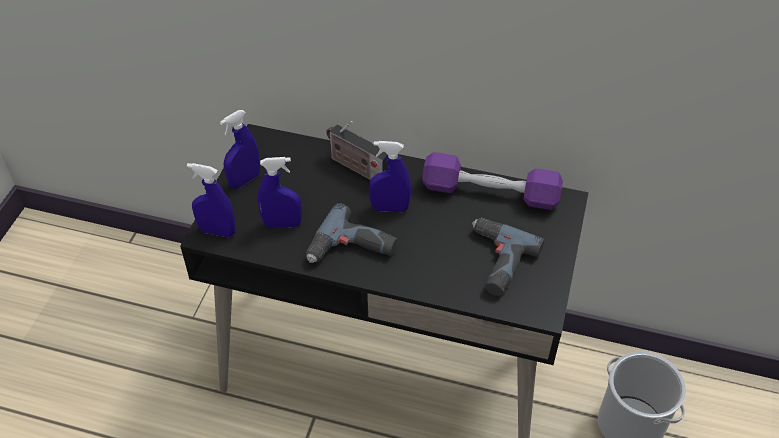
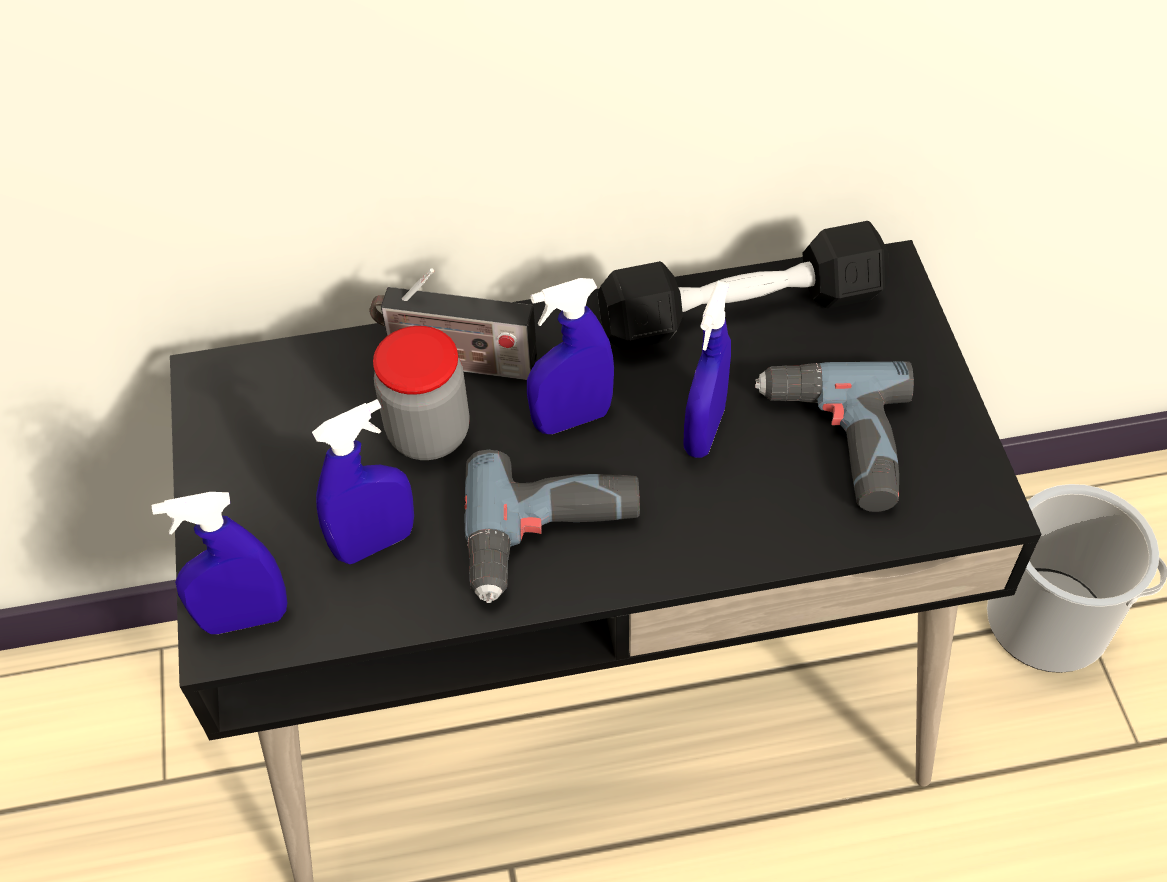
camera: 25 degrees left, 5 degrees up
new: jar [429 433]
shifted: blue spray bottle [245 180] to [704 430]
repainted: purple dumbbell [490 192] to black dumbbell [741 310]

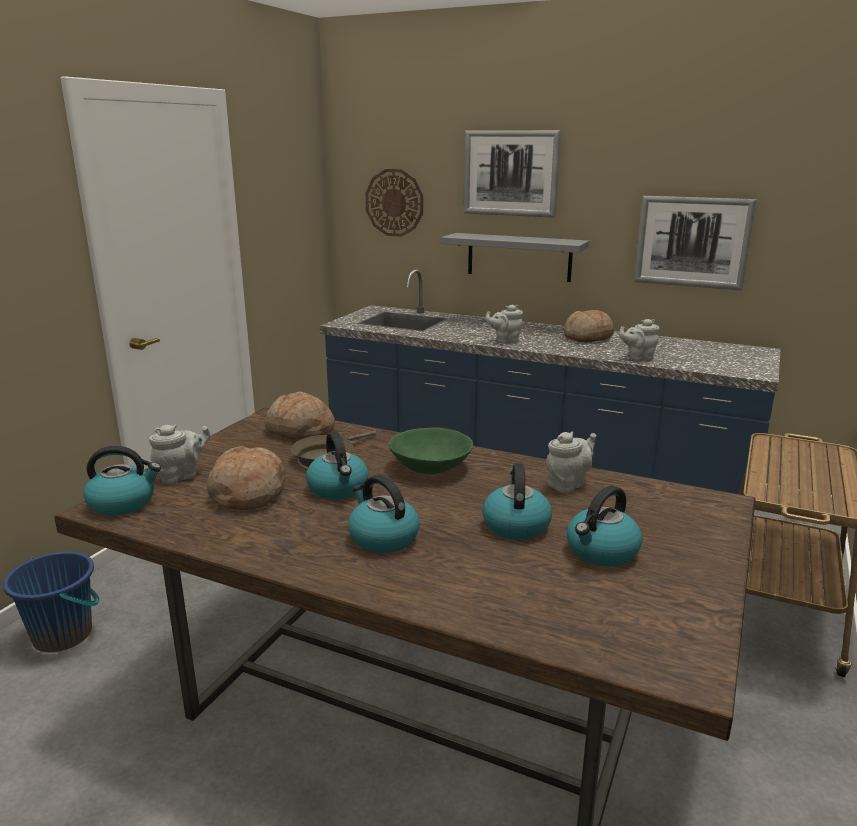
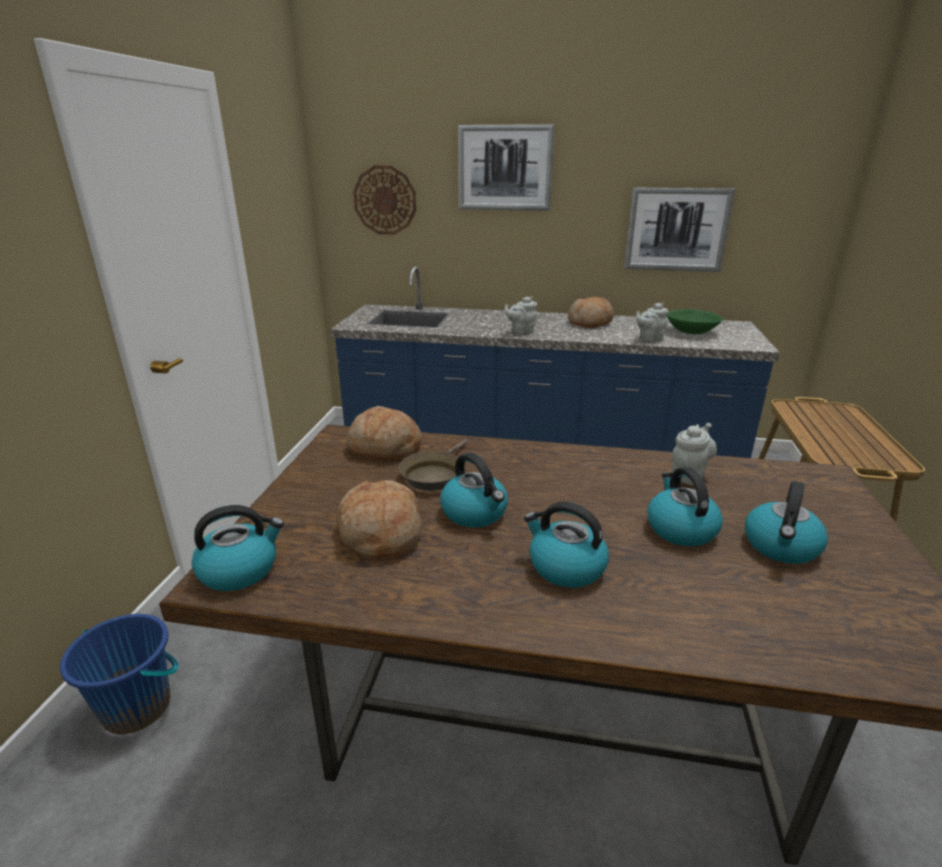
camera: 15 degrees left, 5 degrees up
gone: grey shelf [519 257]; grey teapot [181 476]
shifted: green bowl [431 467] to [692 332]

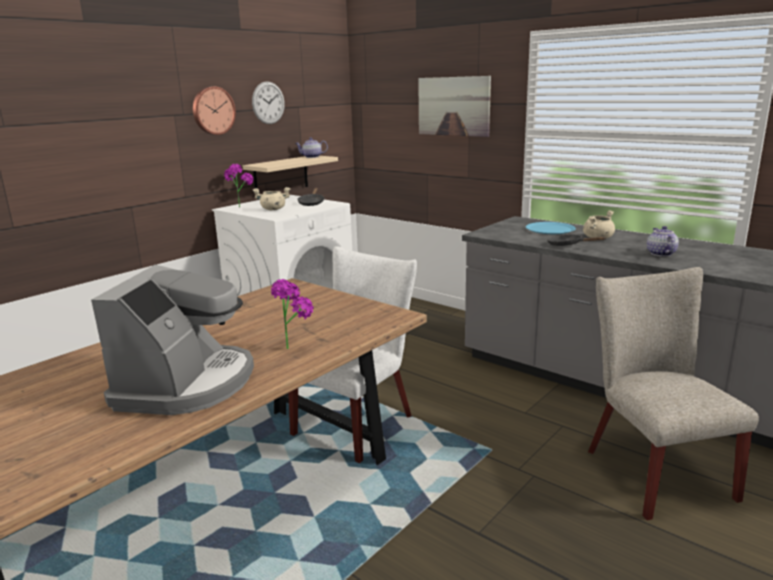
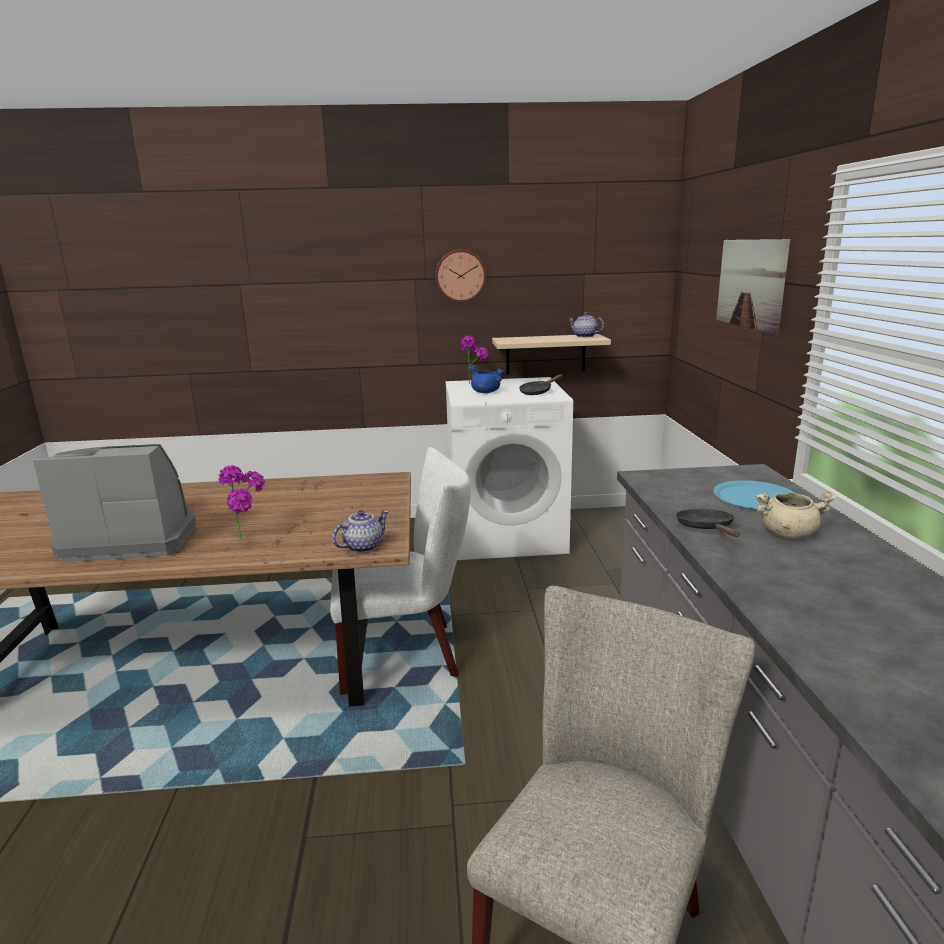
camera: 45 degrees right, 0 degrees up
gone: wall clock [268 103]
shifted: teapot [660 254] to [363 546]
repainted: beige cooking pot [273 209] to blue cooking pot [485 392]
rotated: coffee machine [187 384] = [133 538] 150 degrees counterclockwise

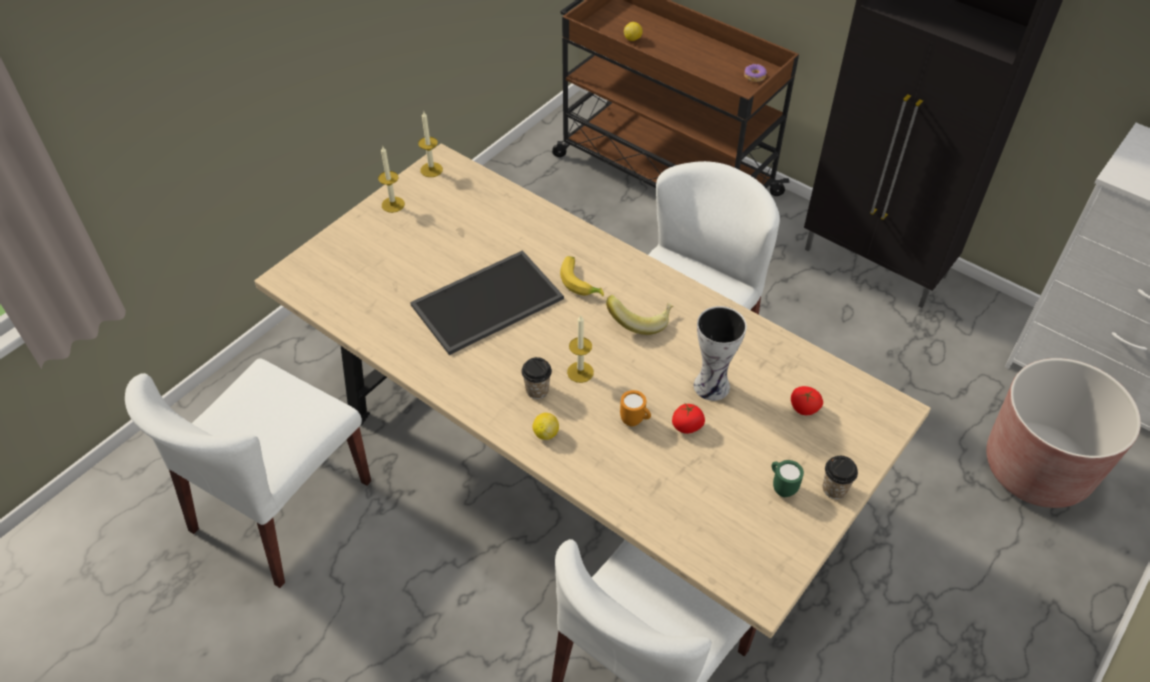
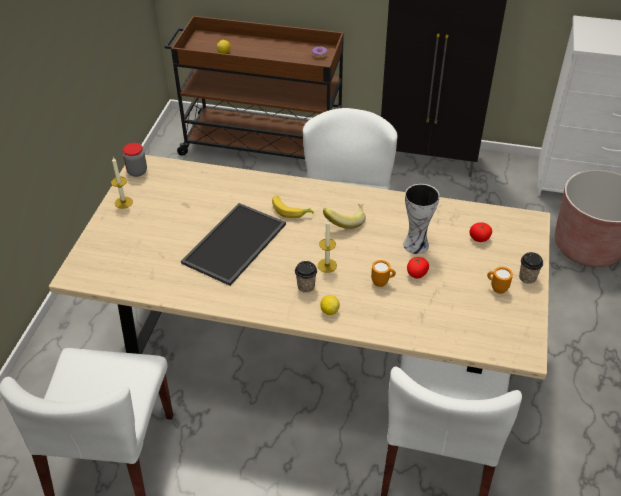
camera: 25 degrees left, 5 degrees down
swapped: candle [431 170] to jar [137 171]
repainted: green mug [781 487] to orange mug [496 288]

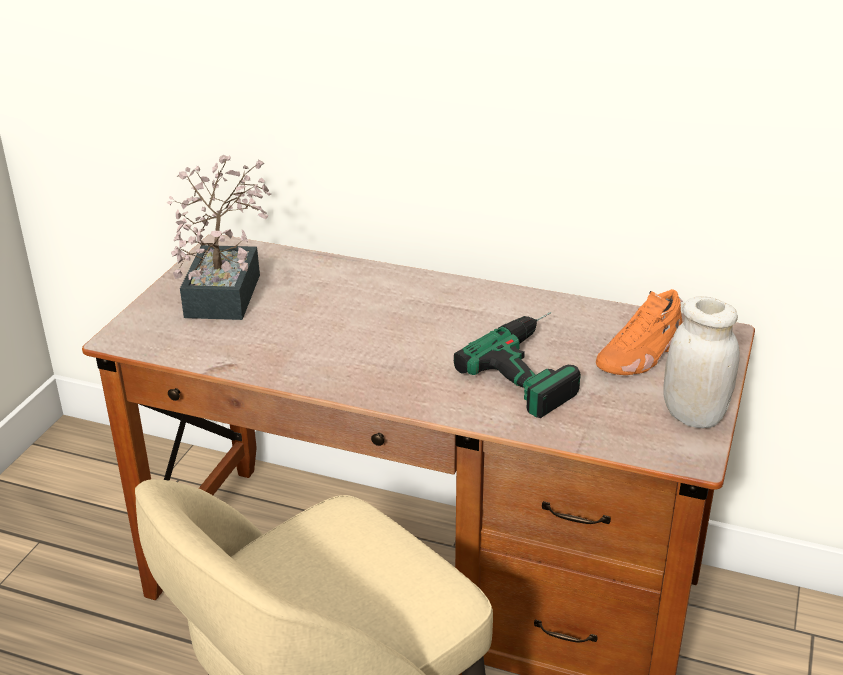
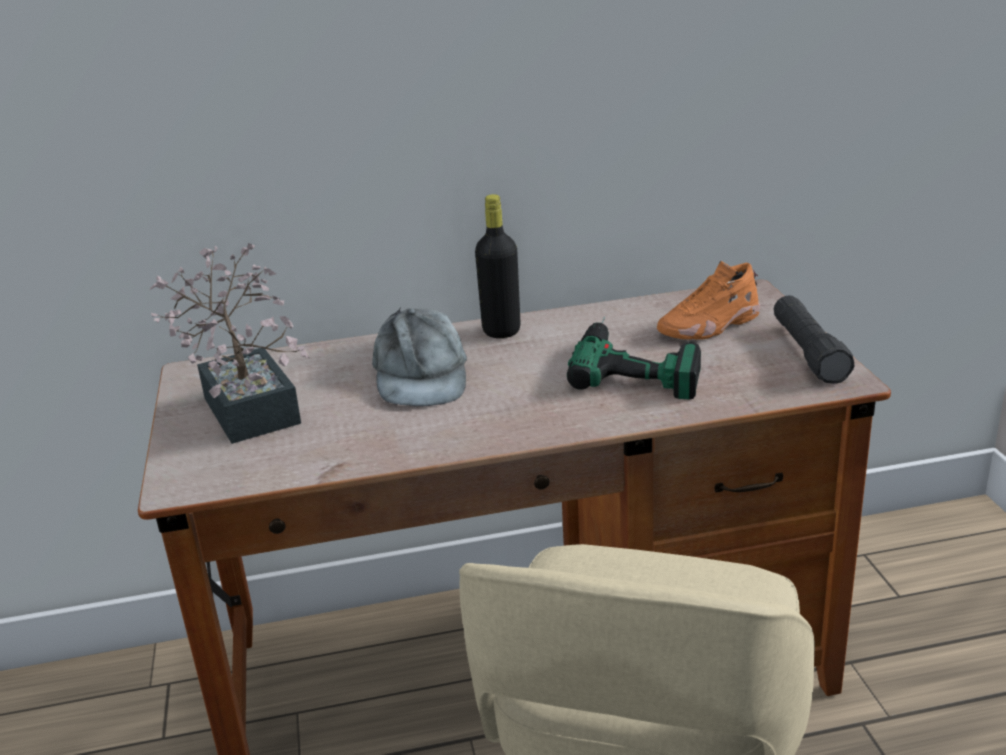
camera: 30 degrees left, 5 degrees down
new: black bottle [501 330]; grey cap [420 375]
swapped: white jar [693 416] to black flashlight [808 353]
rotated: orange shoe [641 355] = [709 326] 45 degrees clockwise

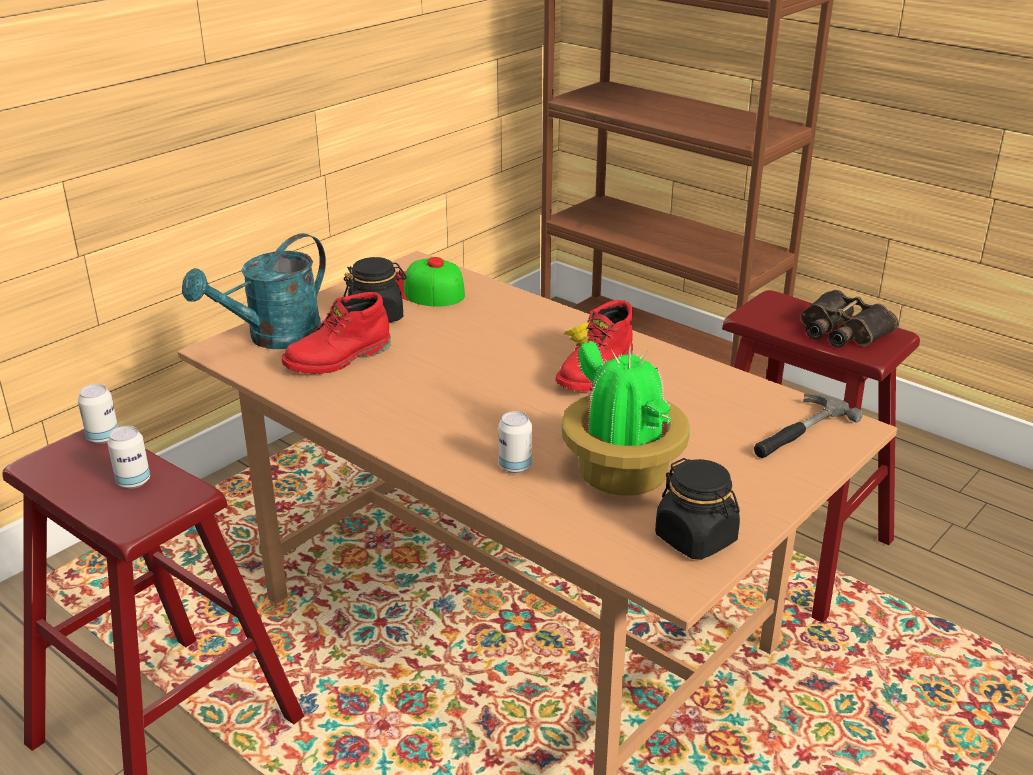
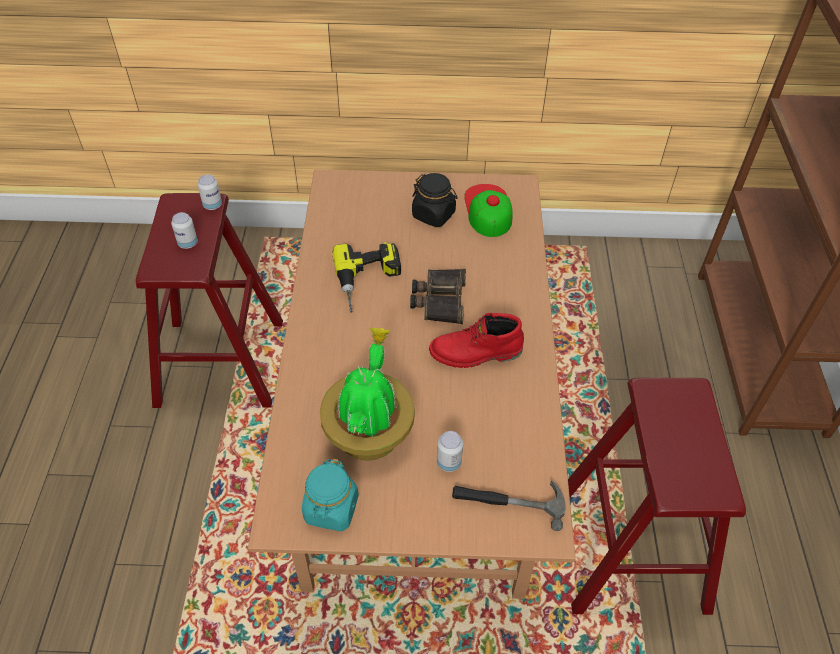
camera: 50 degrees right, 20 degrees up
gone: turquoise watering can [274 338]; red boot [339 359]
new: power drill [369 282]
shifted: binoculars [841 331] to [439 300]; can [515 466] to [448 462]
repainted: black jar [696 539] to turquoise jar [331 509]

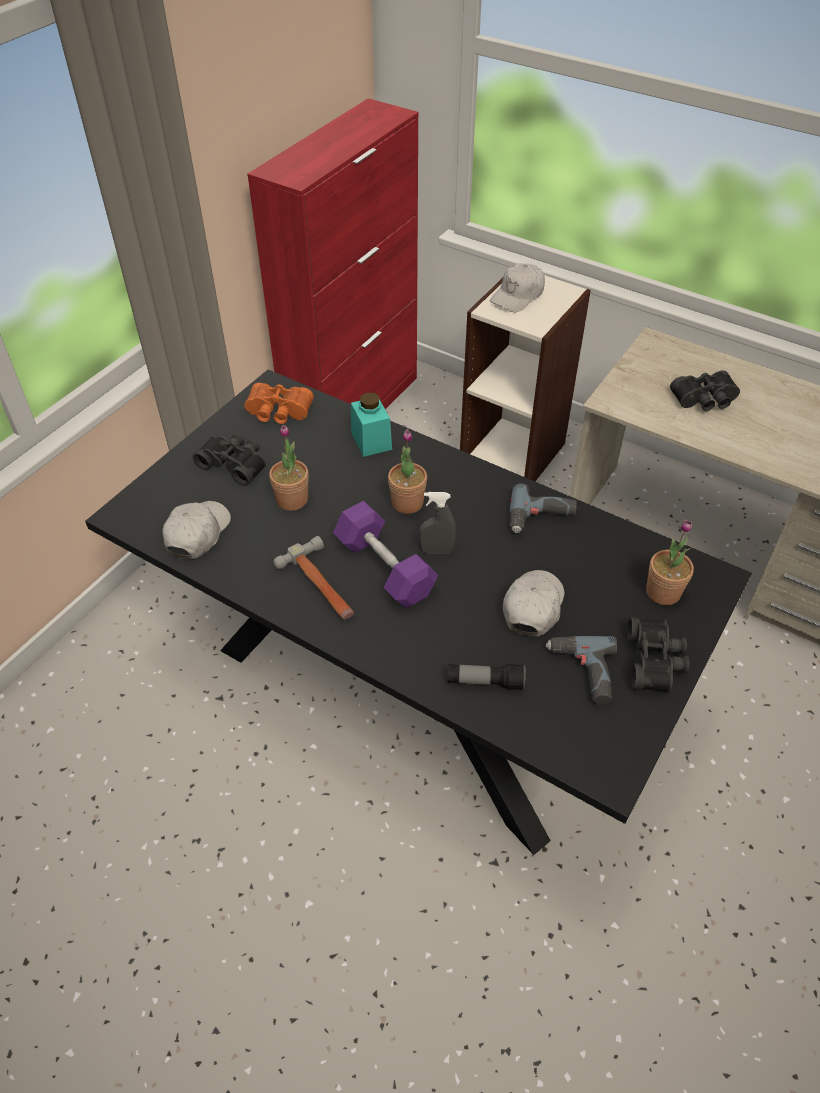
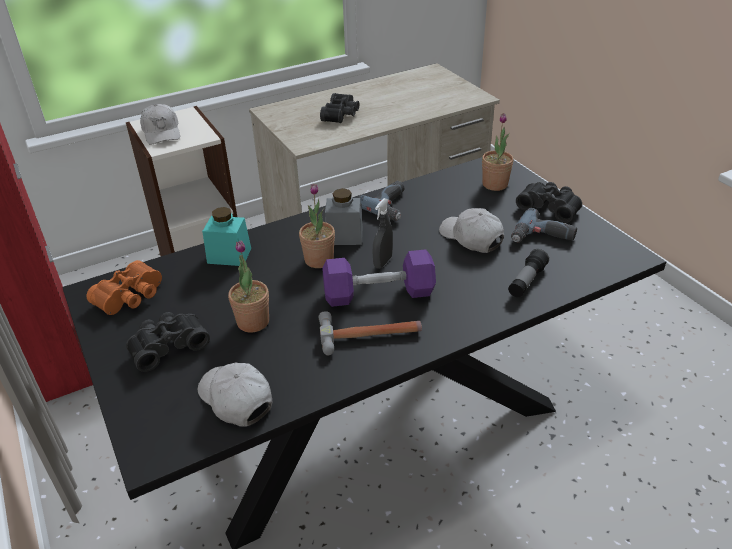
camera: 60 degrees left, 10 degrees down
new: grey jar [344 236]

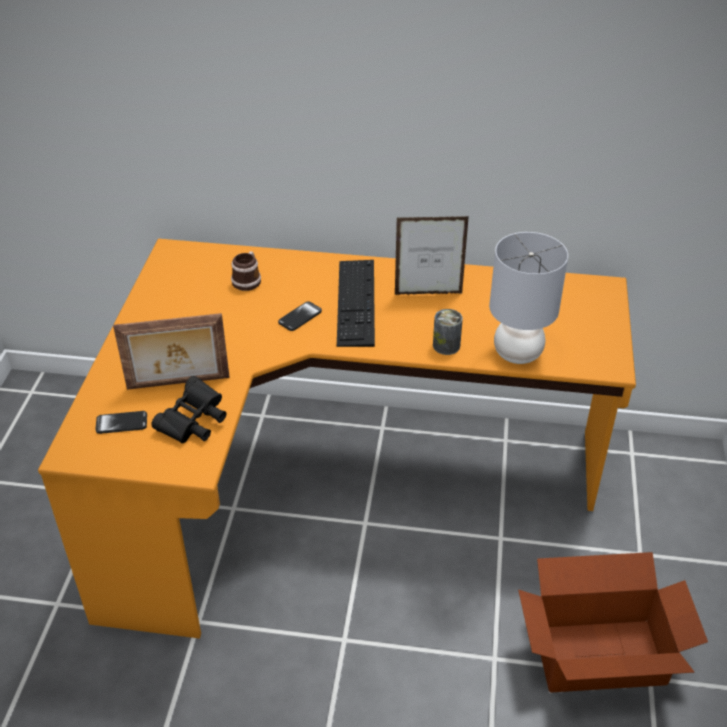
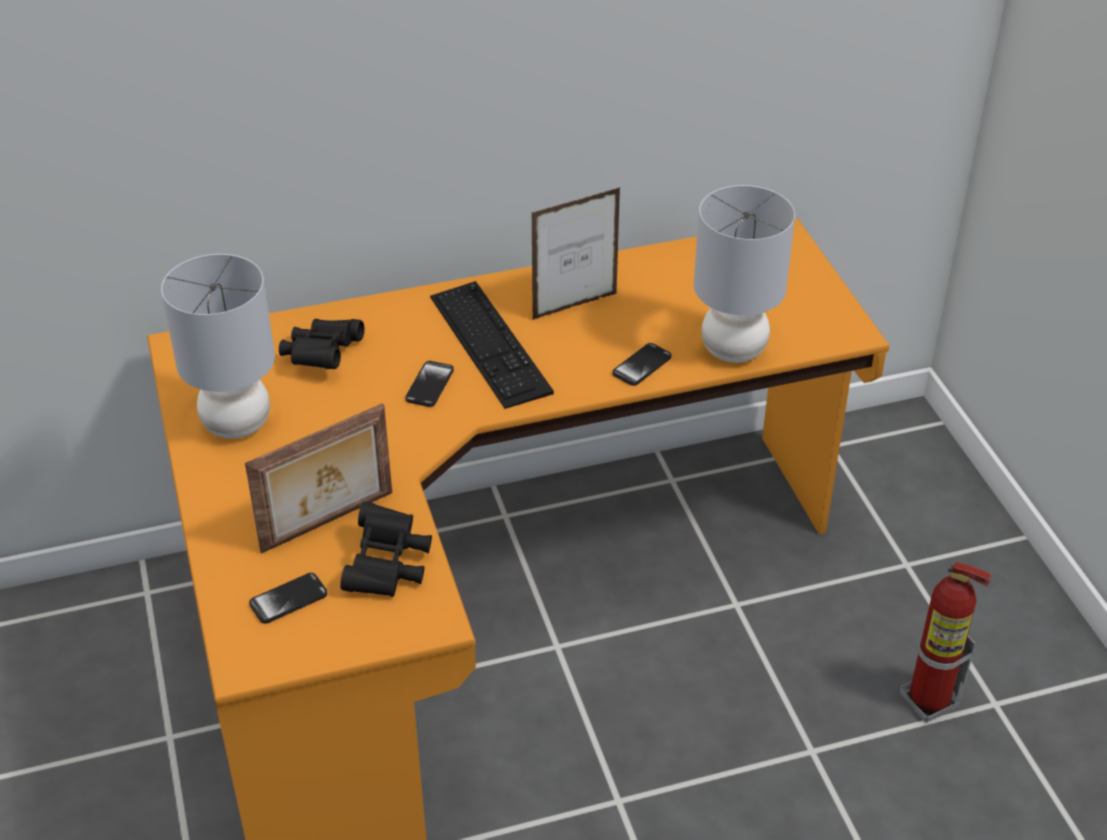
camera: 25 degrees left, 0 degrees up
new: grey table lamp [237 424]
swapped: mug [248 280] to black binoculars [322 356]; can [446 345] to phone [642 366]; cardboard box [601 657] to fire extinguisher [929 701]

